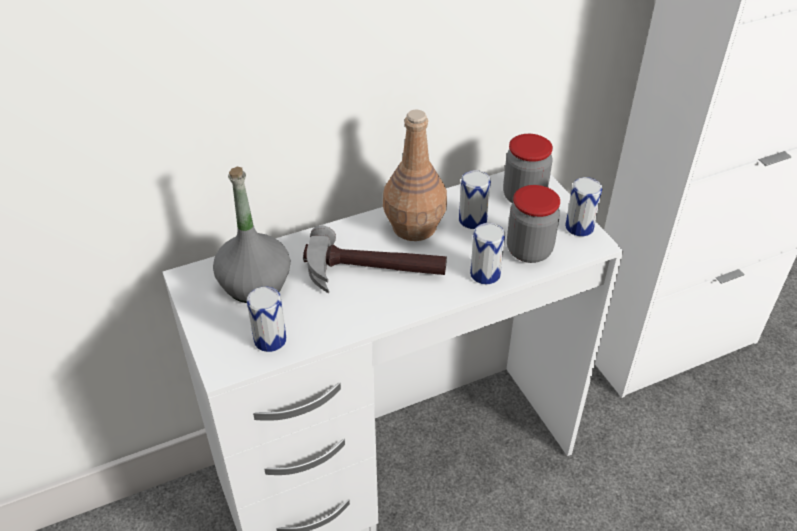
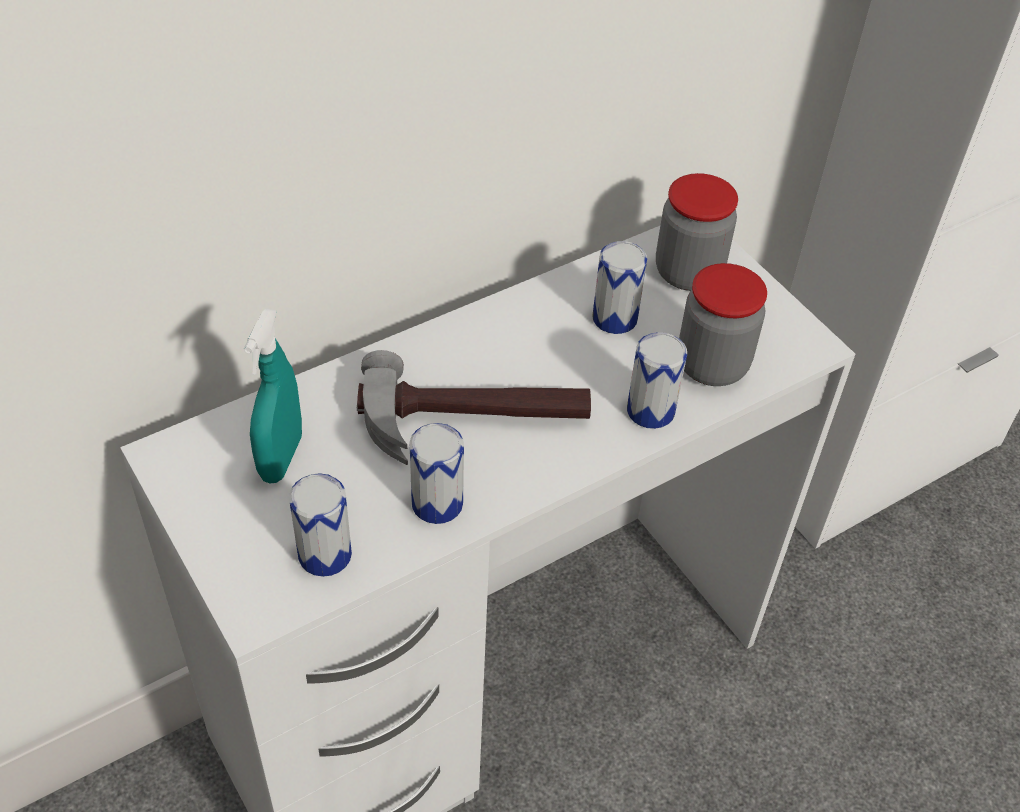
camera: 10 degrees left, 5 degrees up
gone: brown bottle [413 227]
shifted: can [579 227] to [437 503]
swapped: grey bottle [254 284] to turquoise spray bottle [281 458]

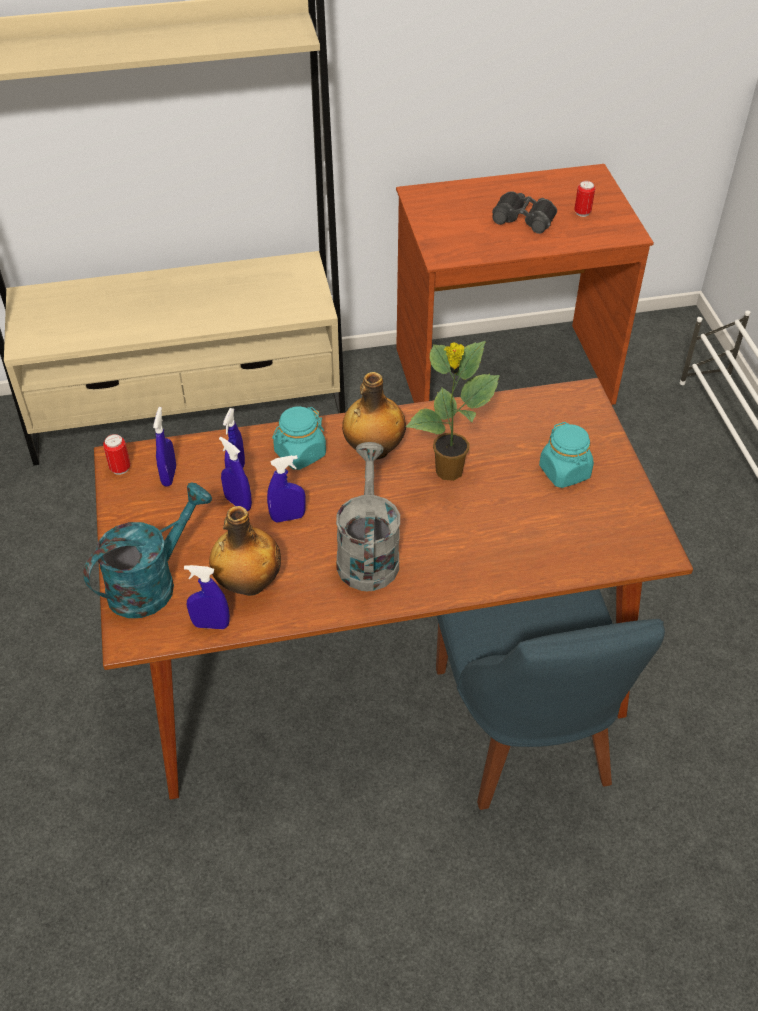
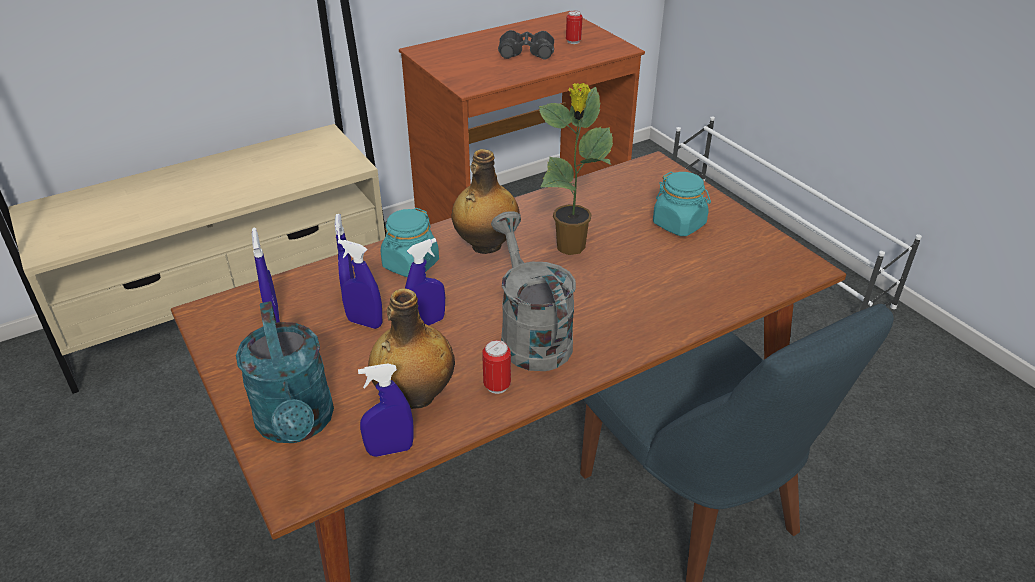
camera: 20 degrees left, 10 degrees down
shifted: can [120 468] to [497 386]
rotated: turquoise watering can [151 582] = [297 424] 135 degrees clockwise

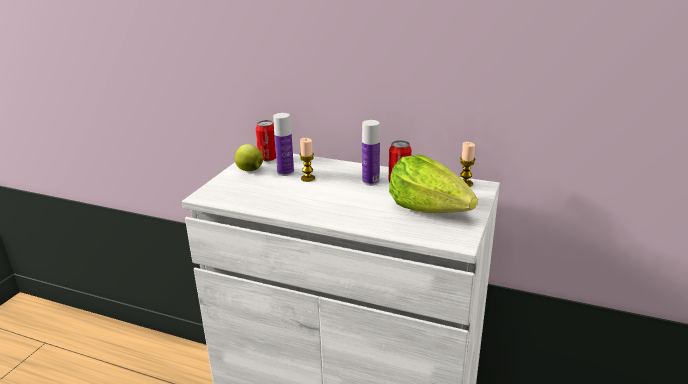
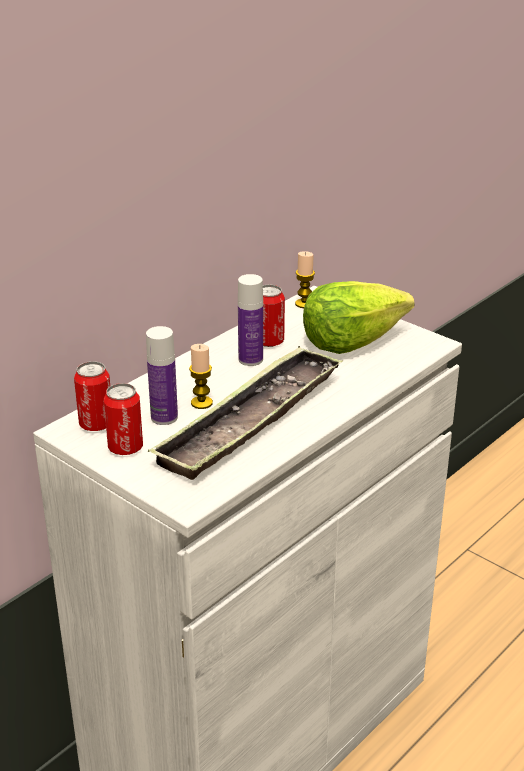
camera: 70 degrees left, 5 degrees up
new: tray [250 420]
swapped: apple [249 170] to can [125 448]

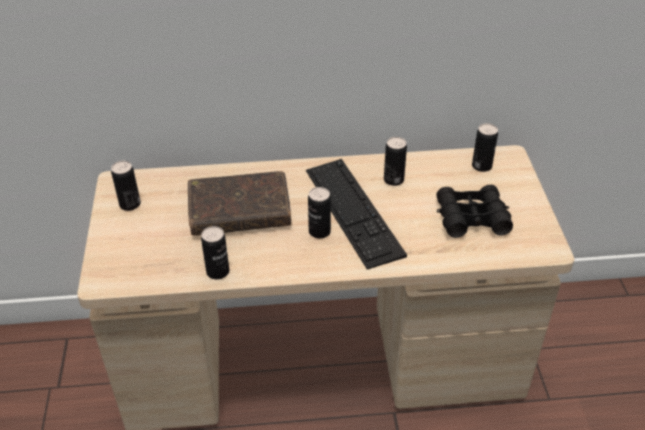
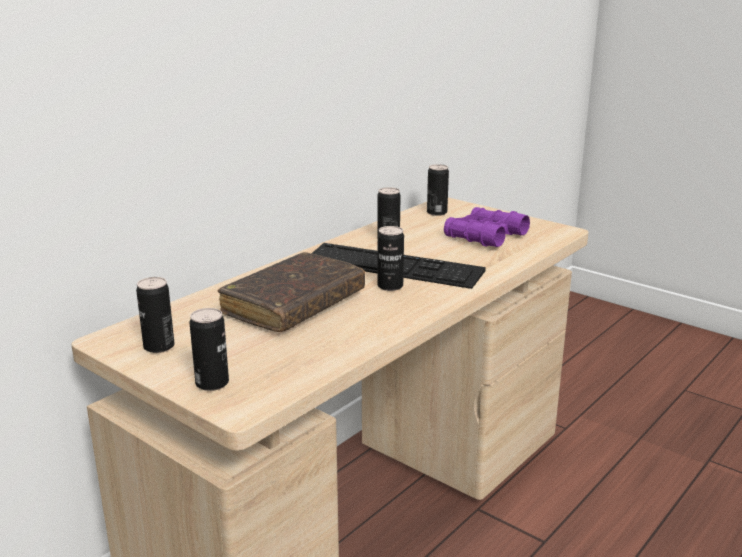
camera: 45 degrees left, 20 degrees down
shifted: can [218 272] to [212 383]
repainted: black binoculars [471 218] to purple binoculars [485 236]

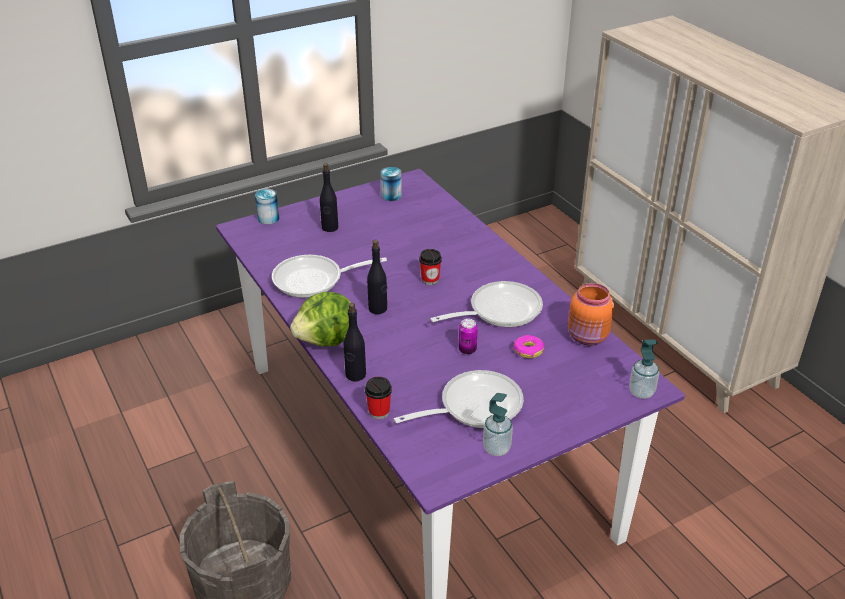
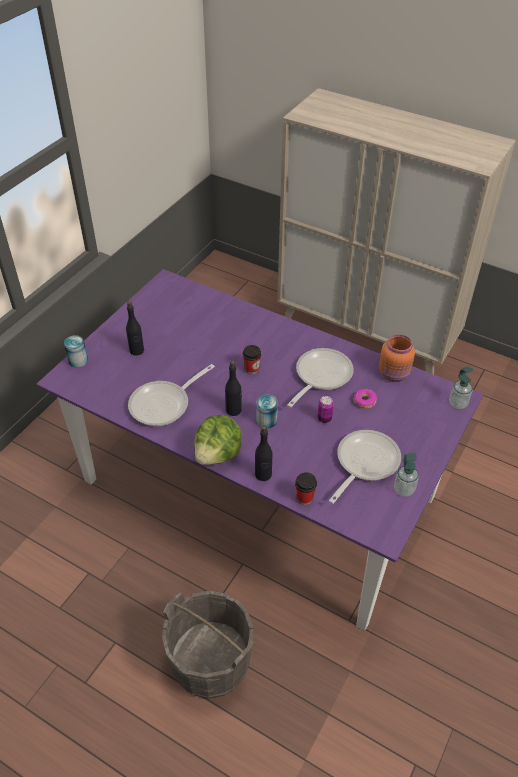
camera: 30 degrees left, 10 degrees up
shifted: can [391 196] to [266 420]

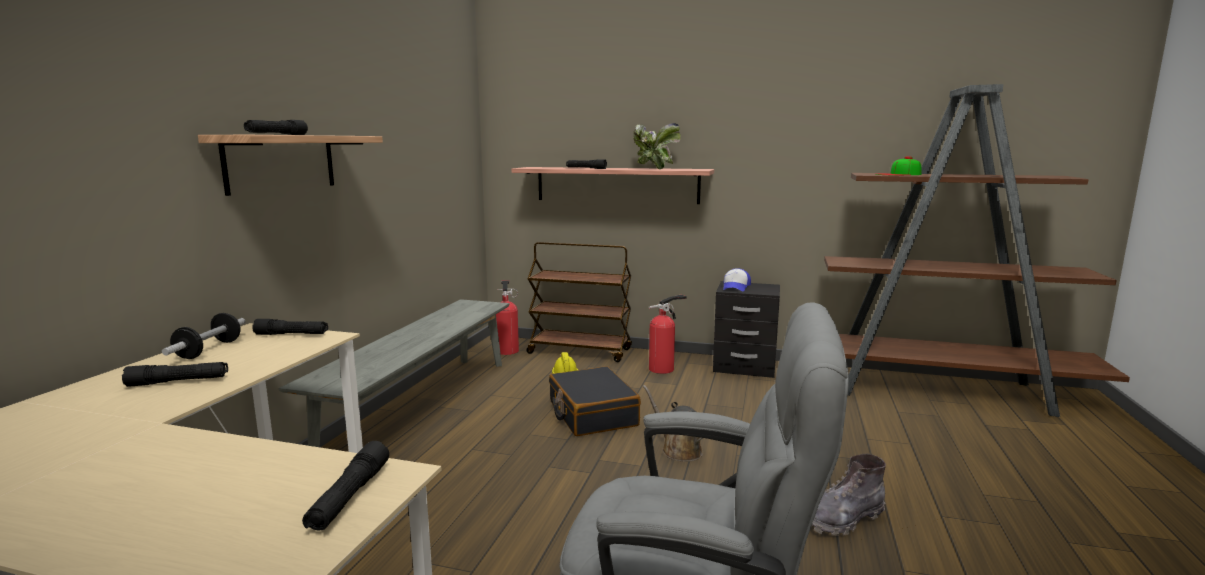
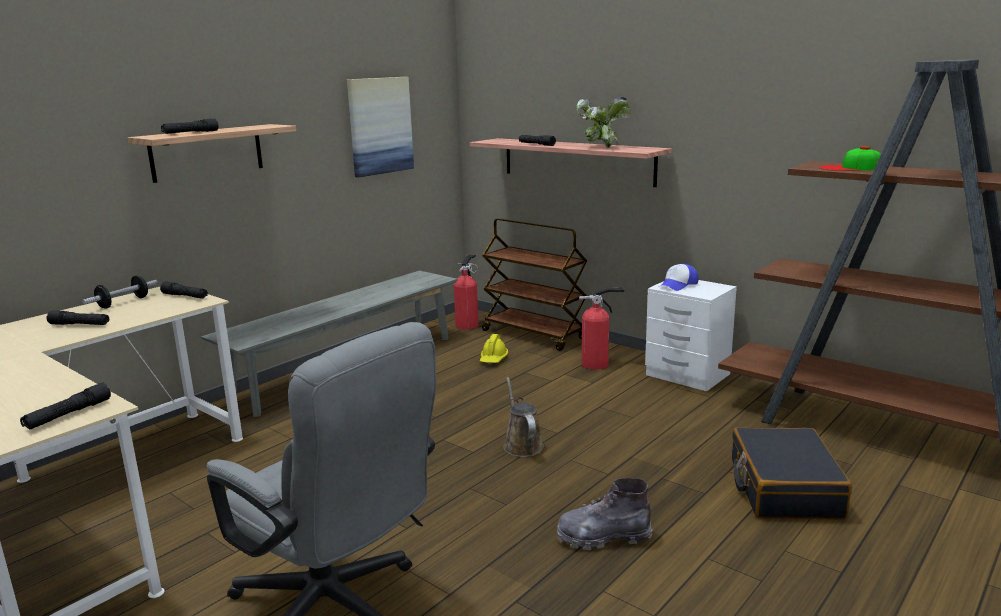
camera: 25 degrees right, 5 degrees up
new: picture [380 126]
shifted: black suitcase [592 414] to [784 488]
repainted: black nightstand [744 367] to white nightstand [687 375]

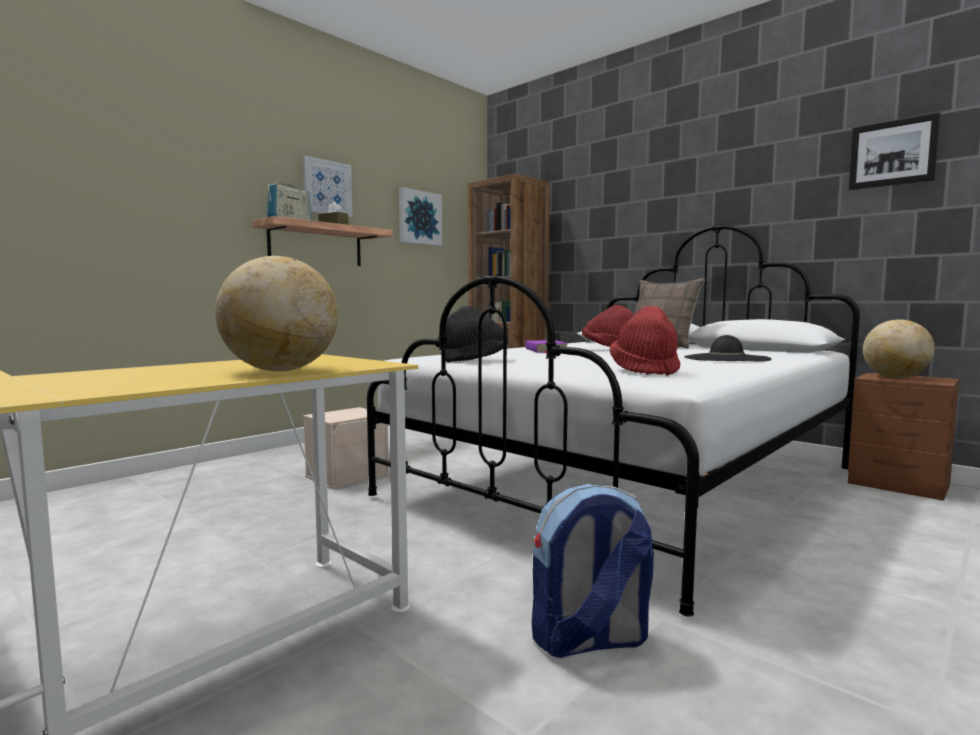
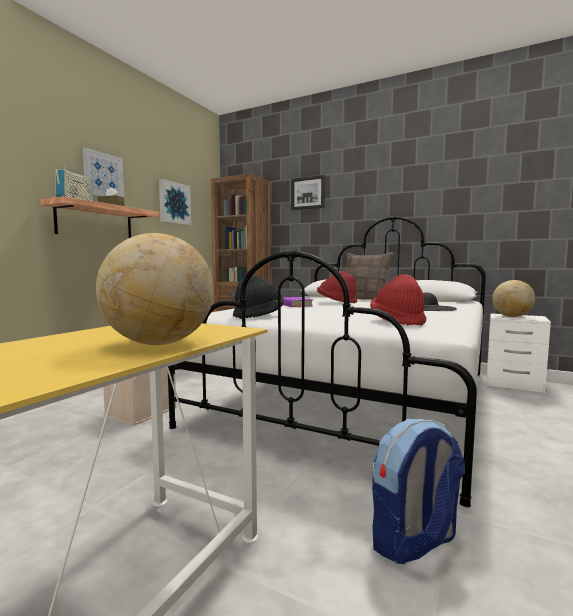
camera: 15 degrees left, 0 degrees up
shifted: picture [892 153] to [308 193]
repainted: brown nightstand [900 485] to white nightstand [515 384]

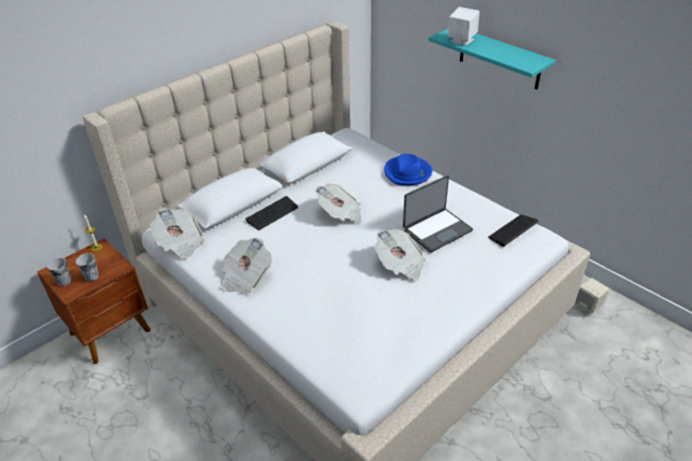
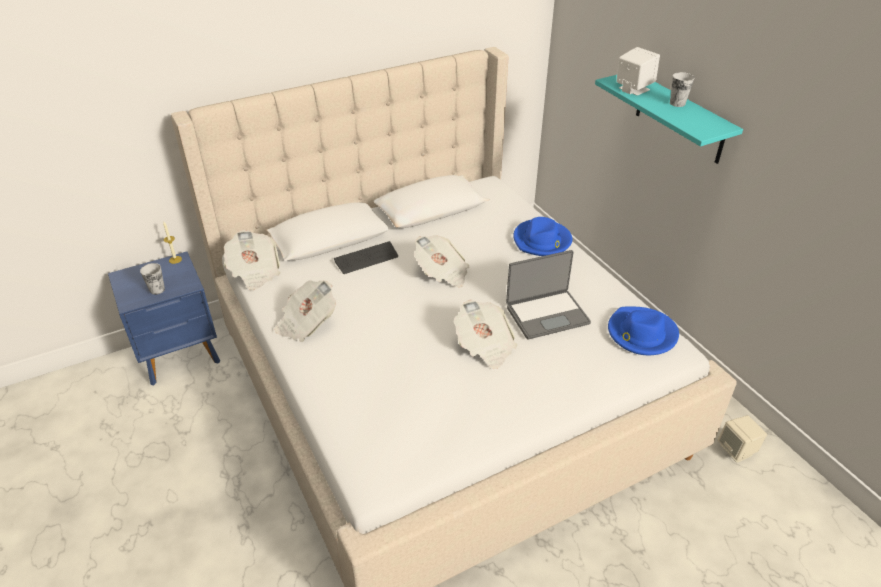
camera: 15 degrees right, 0 degrees up
shifted: cup [64 281] to [677 103]
swapped: keyboard [513 230] to blue hat [641 334]
repainted: brown nightstand [112 332] to blue nightstand [181 355]

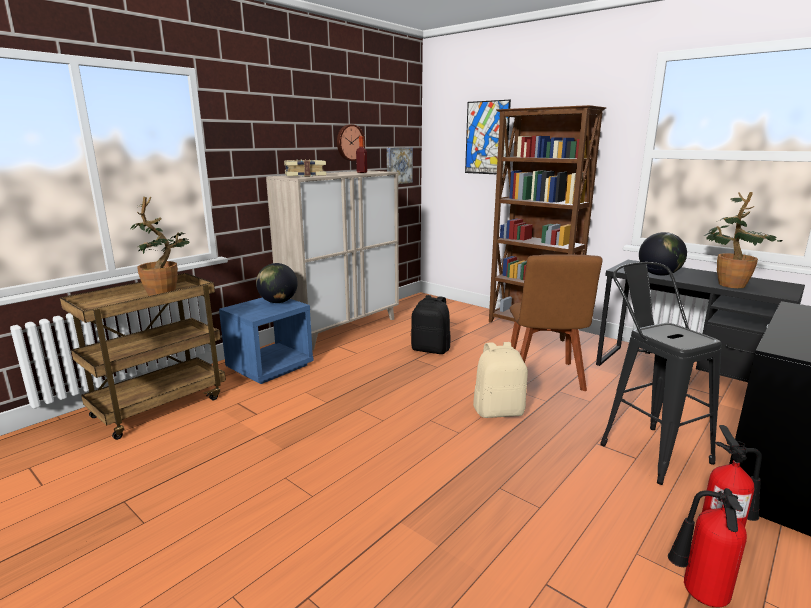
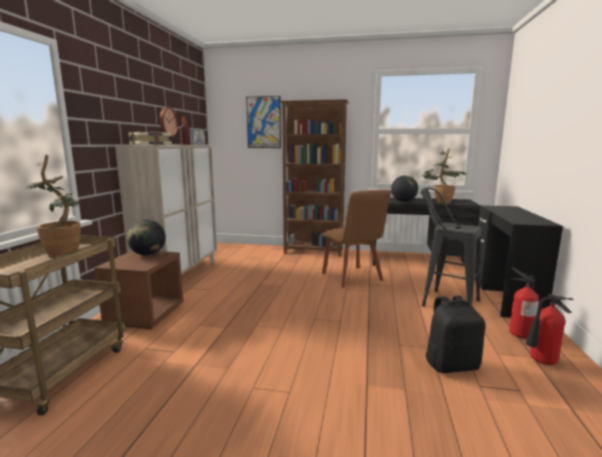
camera: 30 degrees left, 5 degrees down
gone: beige backpack [499 411]
shifted: black backpack [431 349] to [451 364]
repainted: blue nightstand [270 367] to brown nightstand [145 315]

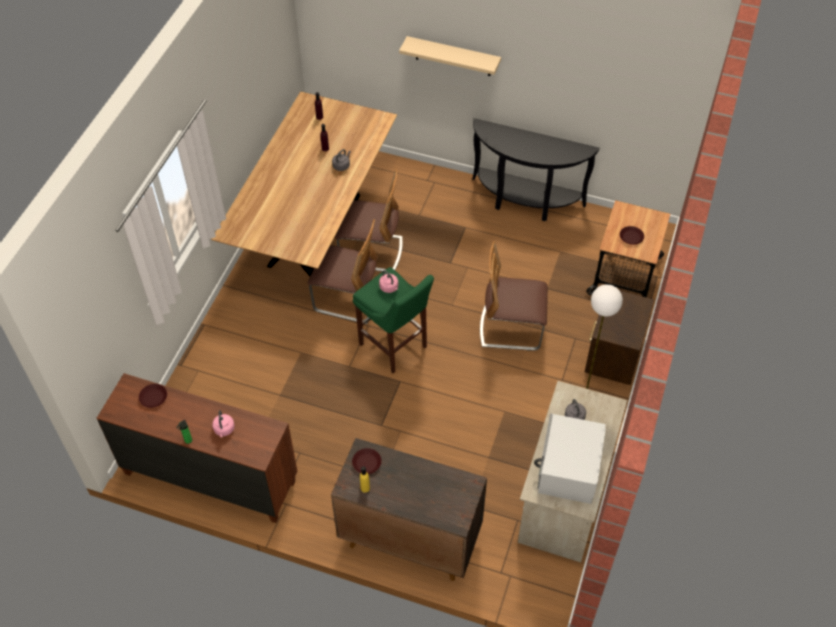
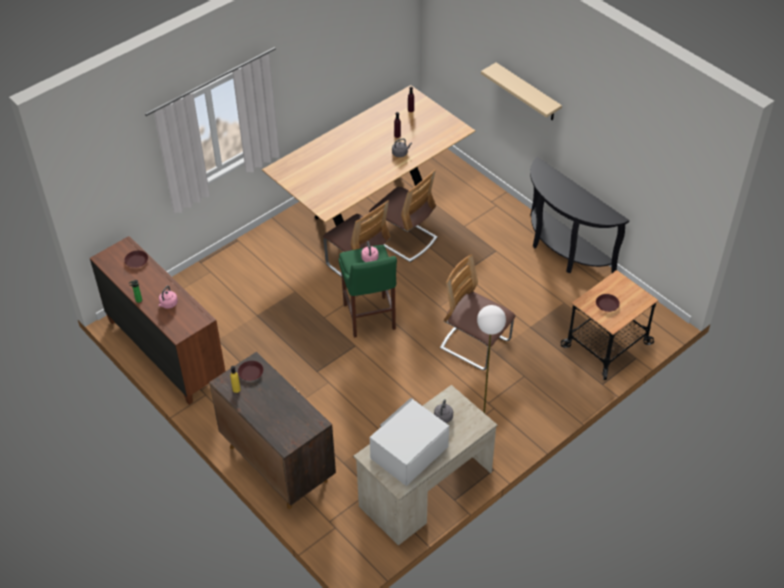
camera: 30 degrees right, 5 degrees down
gone: brown nightstand [612 358]

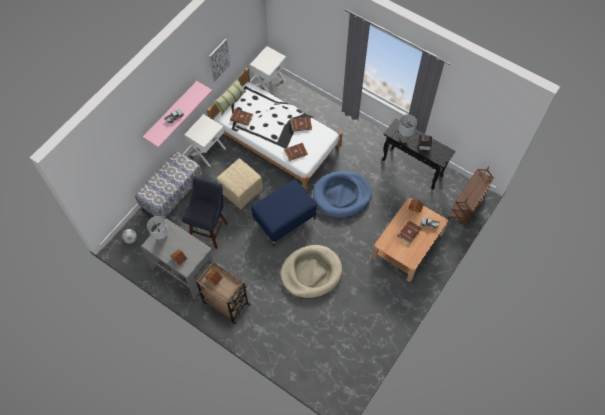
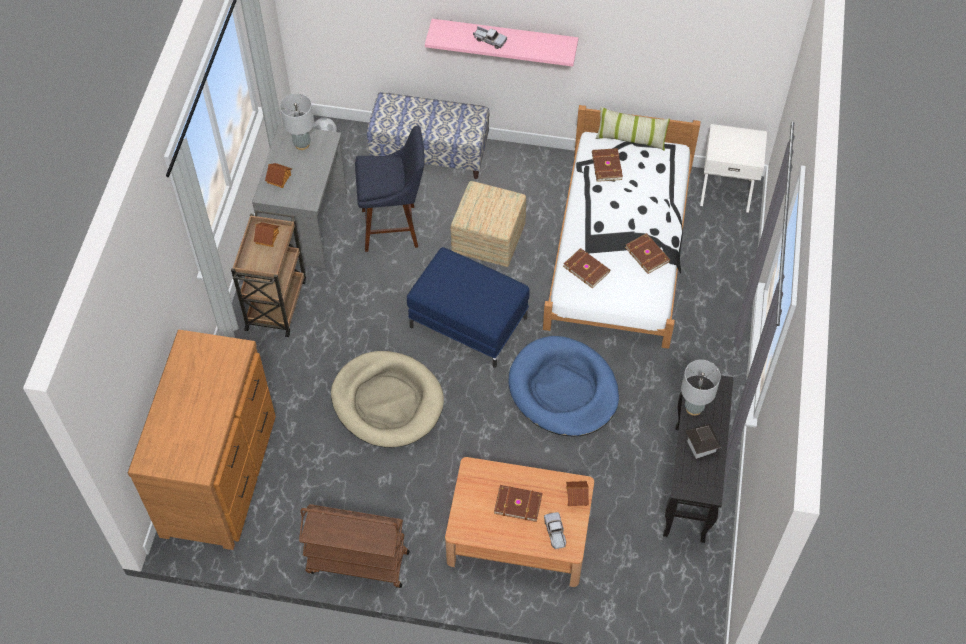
camera: 65 degrees right, 5 degrees down
gone: picture [219 60]; white nightstand [208 151]
new: brown dresser [221 474]
shifted: brown cart [467 207] to [357 562]

